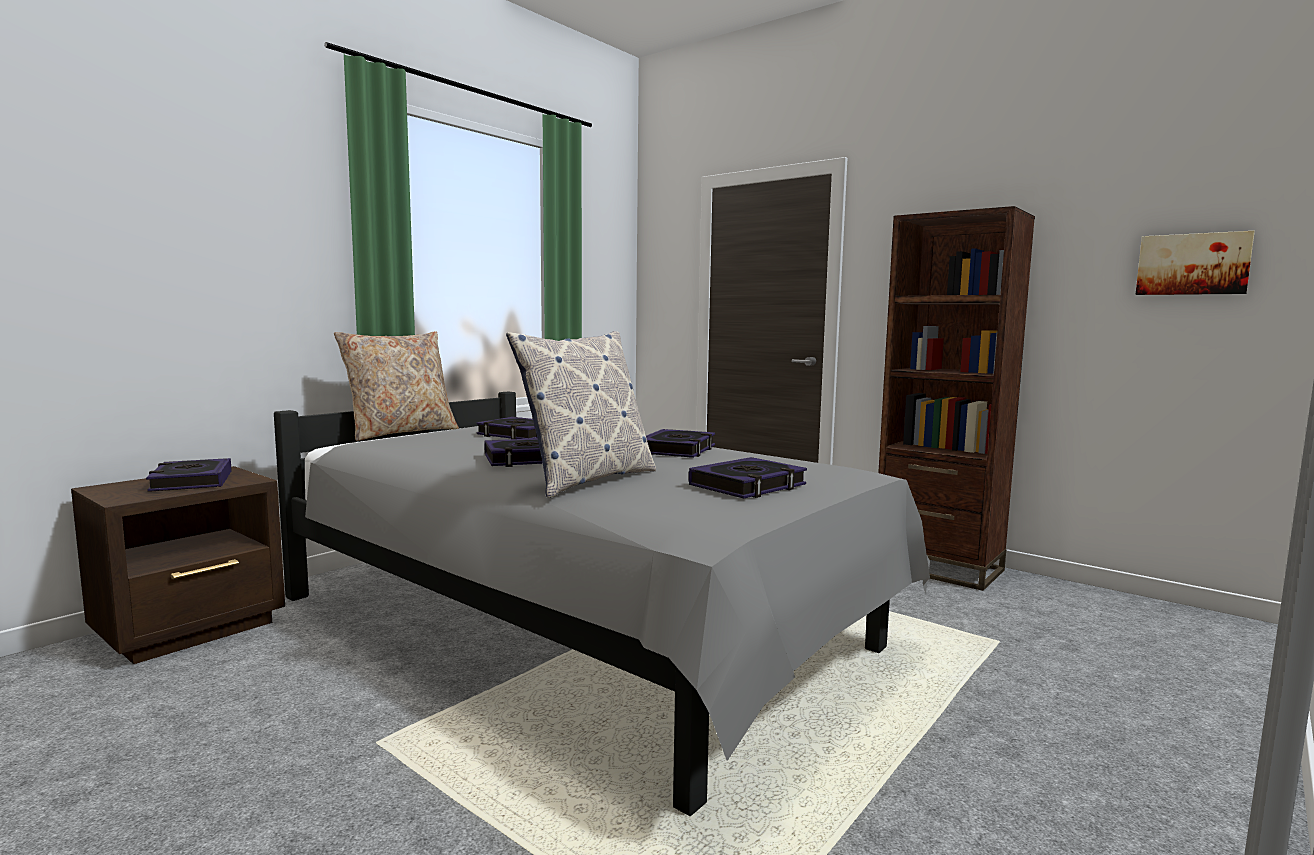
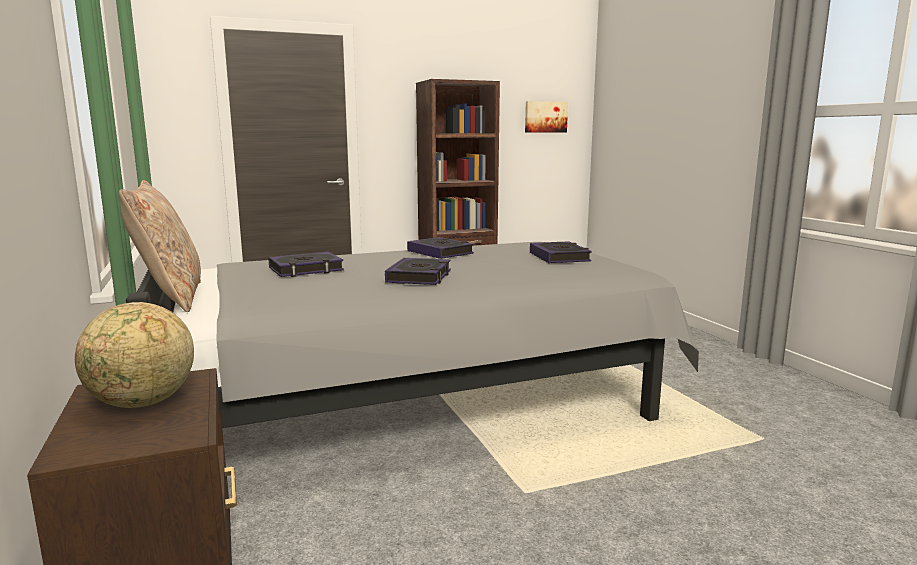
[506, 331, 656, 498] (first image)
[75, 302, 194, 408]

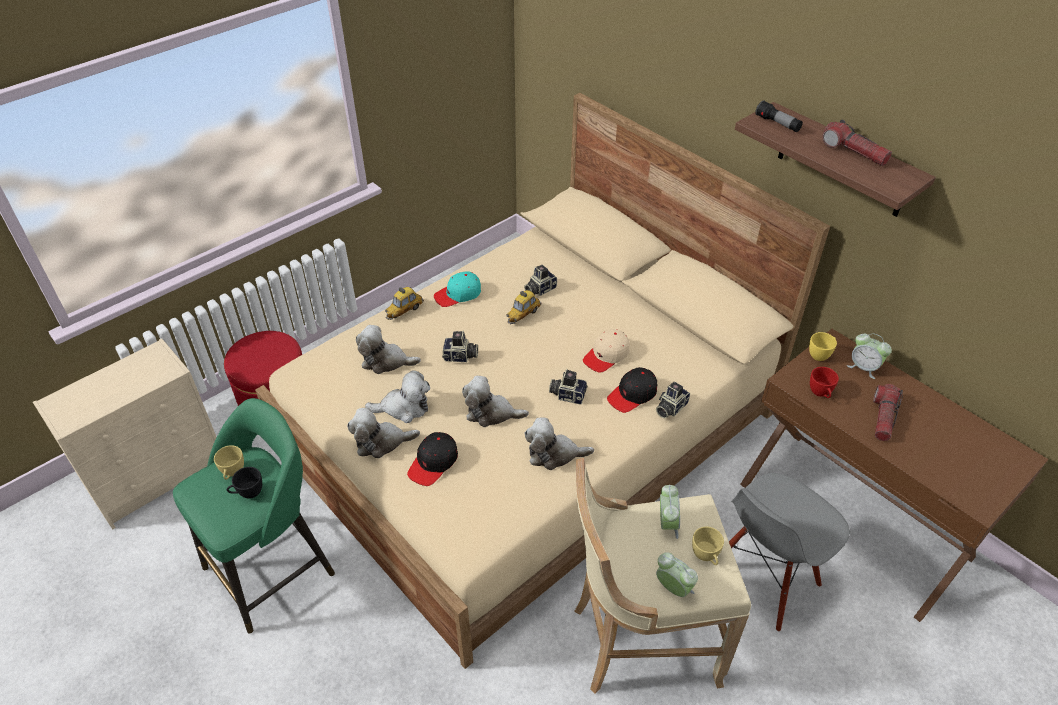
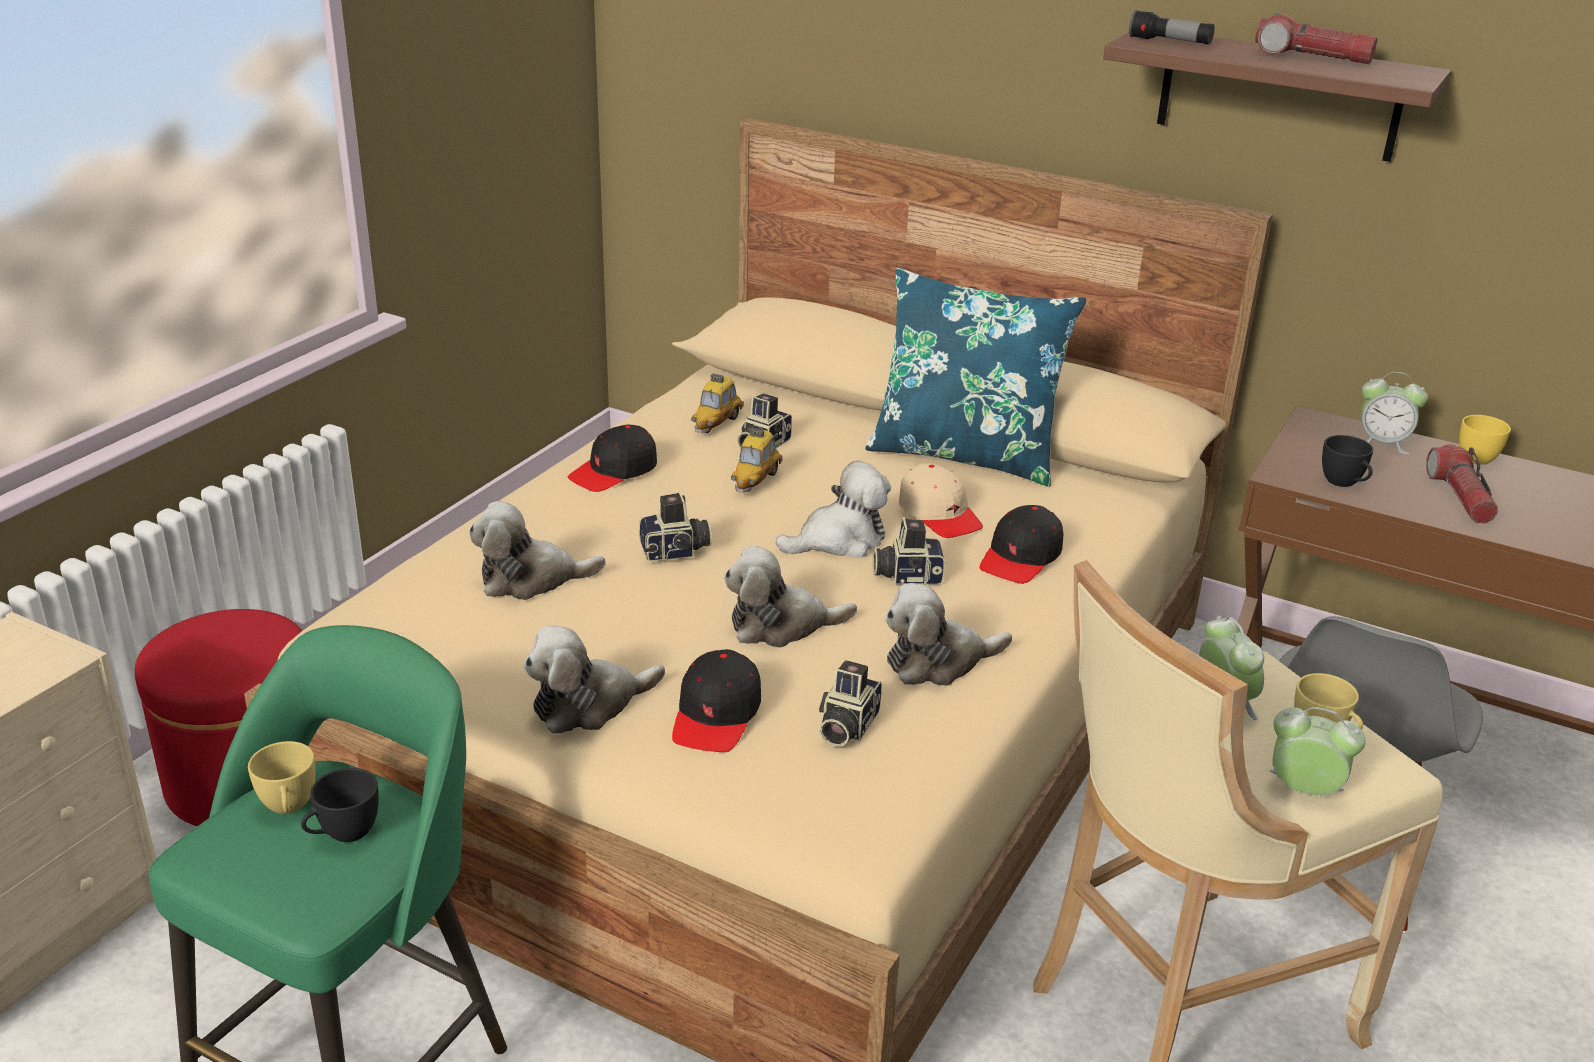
[568, 425, 657, 492]
[691, 374, 744, 433]
[899, 463, 983, 538]
[1459, 415, 1511, 465]
[1322, 435, 1373, 487]
[776, 461, 891, 558]
[819, 660, 882, 747]
[865, 268, 1087, 487]

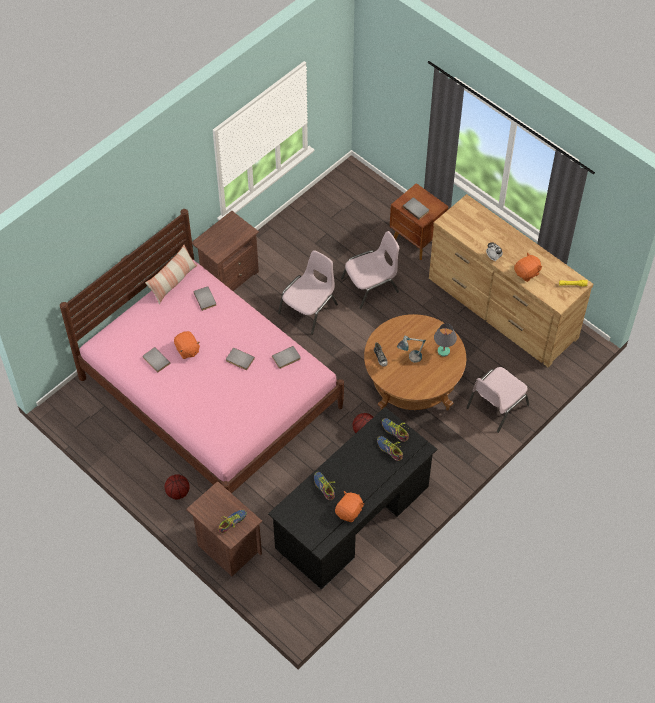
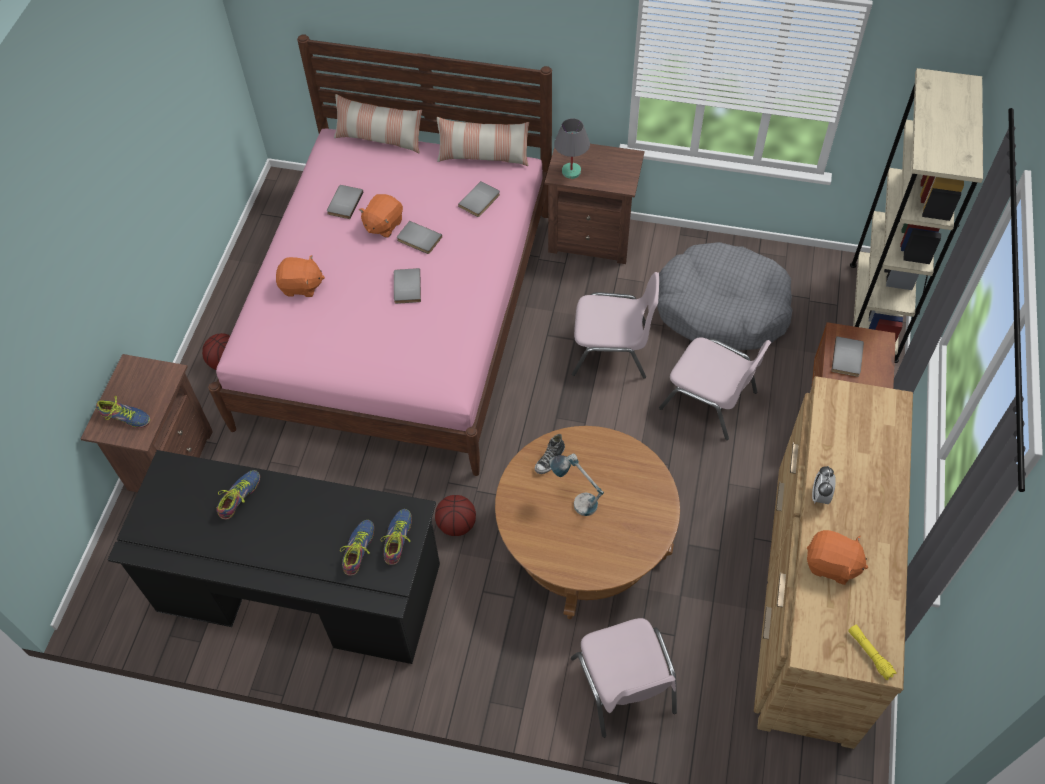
[554, 118, 590, 179]
[397, 221, 442, 254]
[571, 618, 677, 738]
[276, 255, 325, 297]
[850, 68, 983, 363]
[334, 94, 422, 153]
[657, 242, 793, 350]

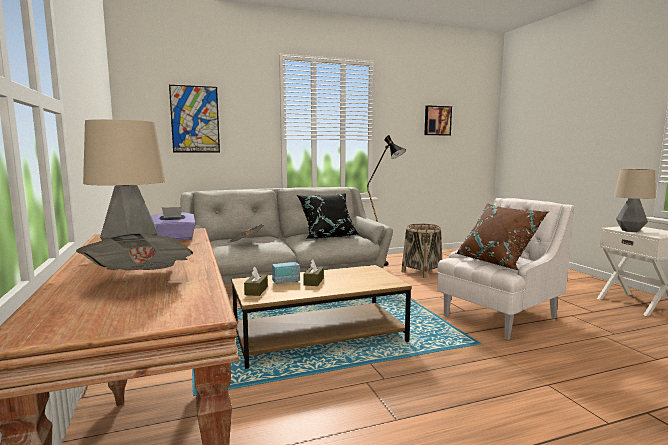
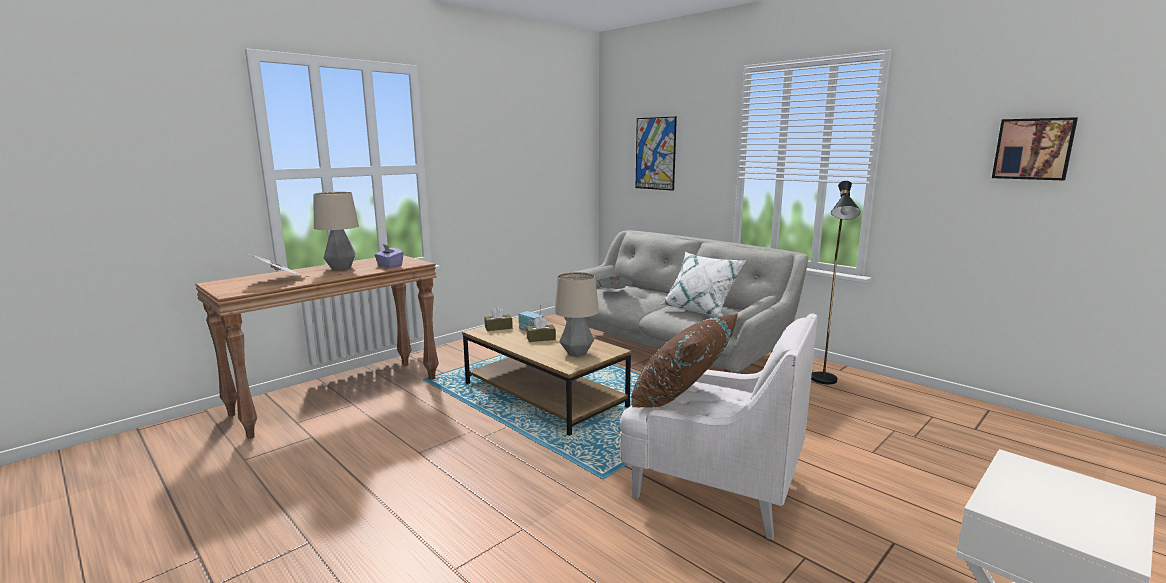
[554, 272, 599, 357]
[661, 252, 746, 317]
[402, 224, 442, 278] (first image)

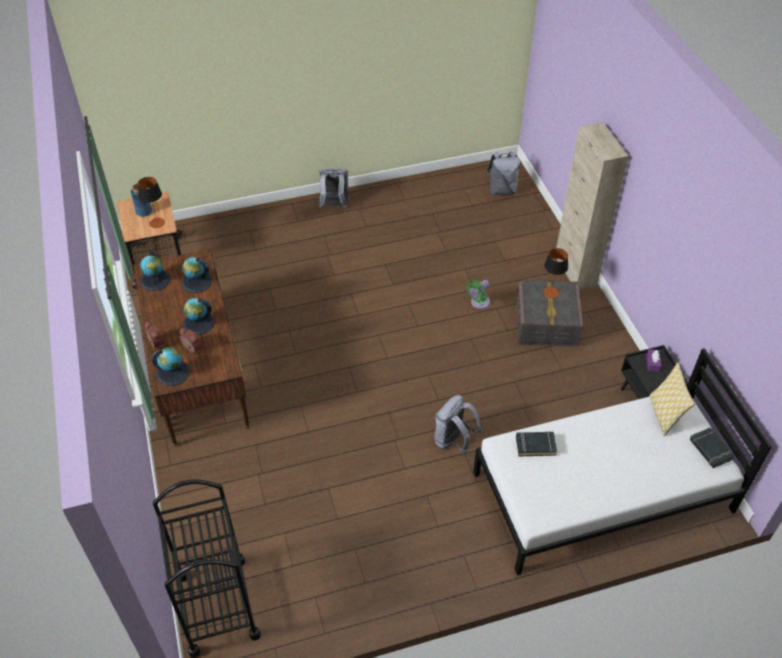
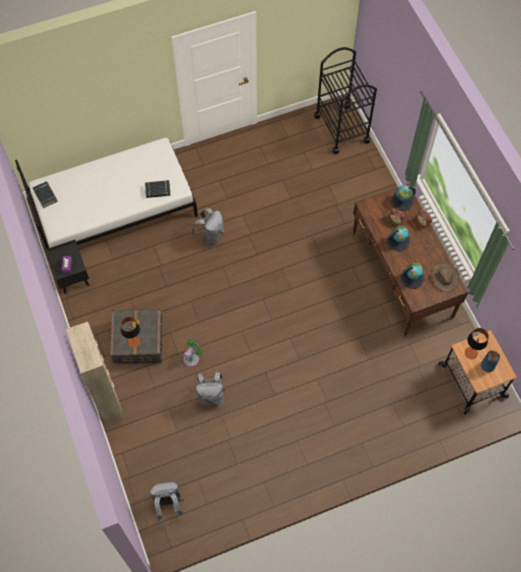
[195, 372, 226, 406]
[432, 263, 459, 292]
[650, 363, 695, 436] (first image)

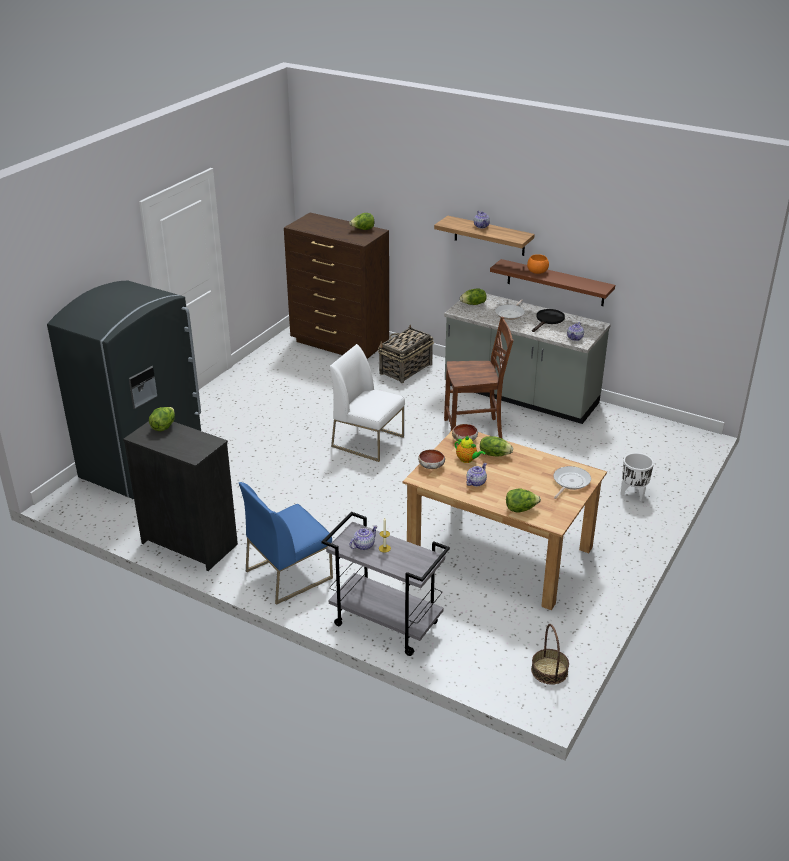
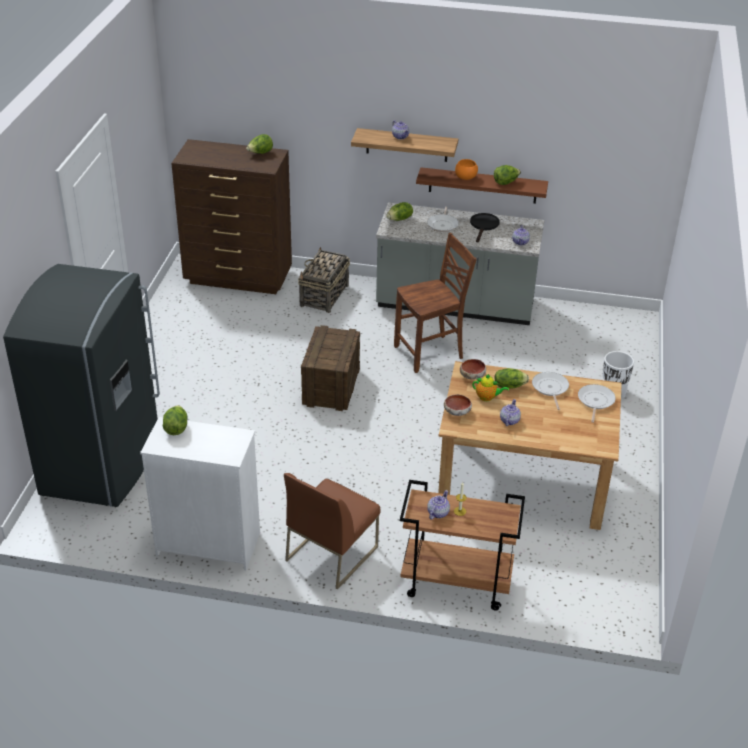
[301, 325, 360, 411]
[140, 417, 260, 570]
[284, 473, 380, 590]
[494, 165, 521, 185]
[400, 480, 525, 611]
[531, 624, 569, 685] (first image)
[532, 372, 569, 410]

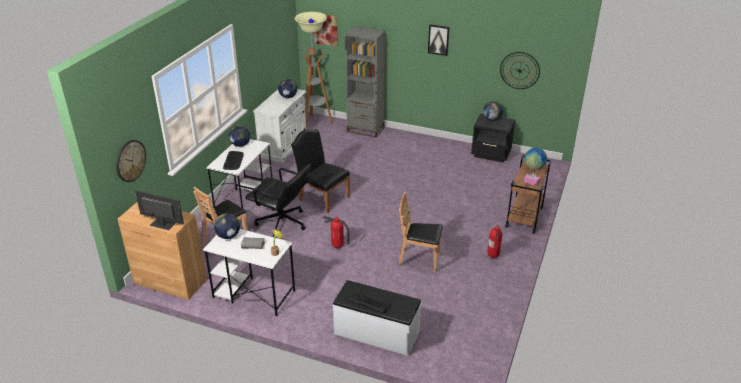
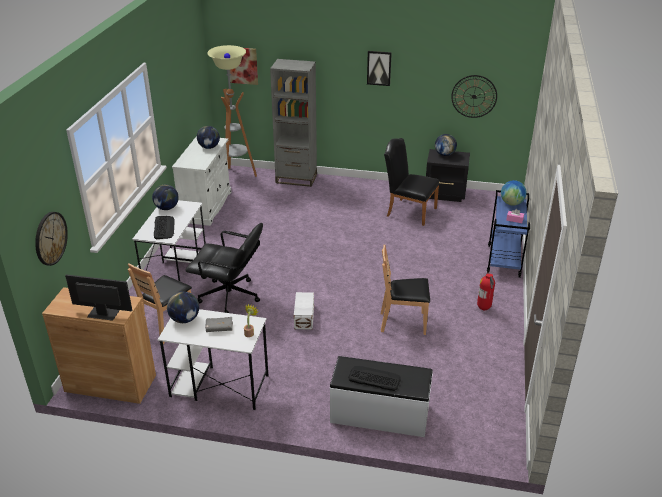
[384, 138, 439, 226]
[487, 190, 530, 278]
[294, 292, 314, 330]

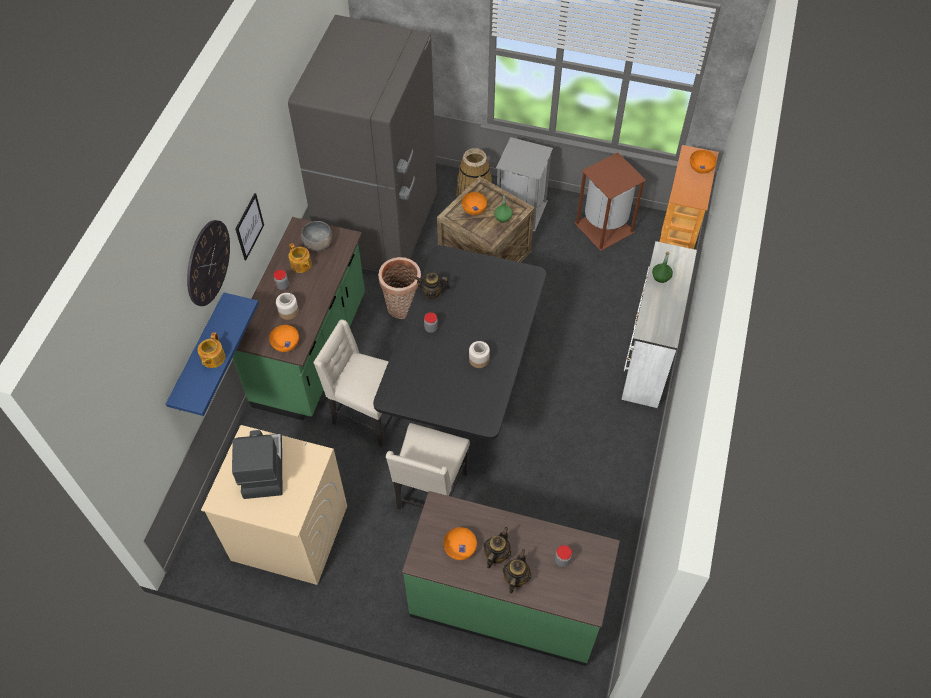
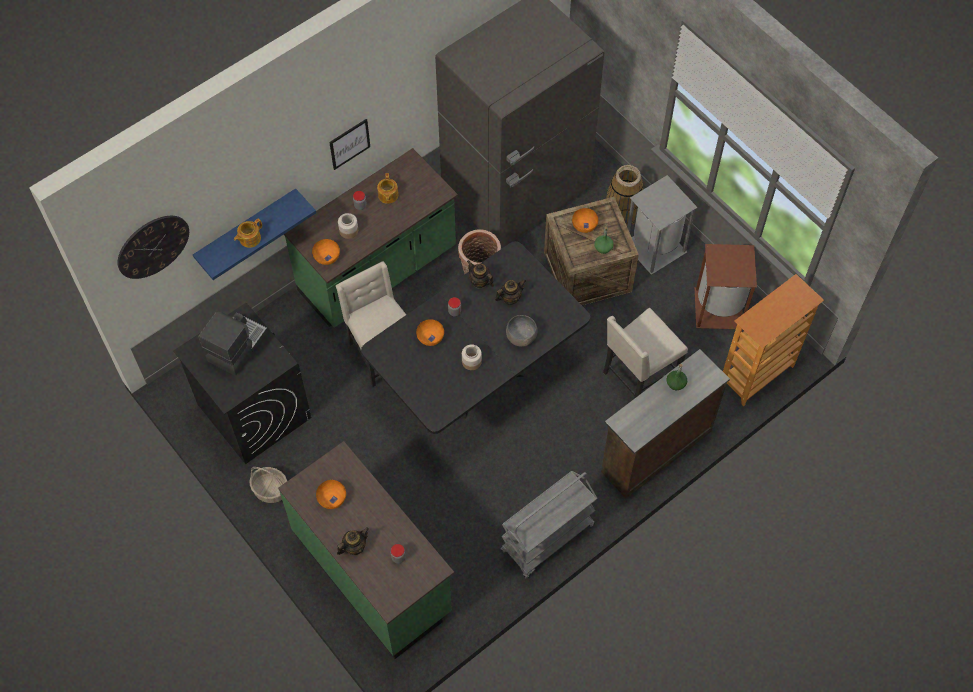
[416, 319, 444, 346]
[117, 216, 189, 279]
[506, 315, 538, 347]
[601, 349, 730, 498]
[603, 308, 688, 399]
[173, 303, 311, 464]
[495, 279, 526, 305]
[249, 467, 287, 503]
[501, 471, 597, 578]

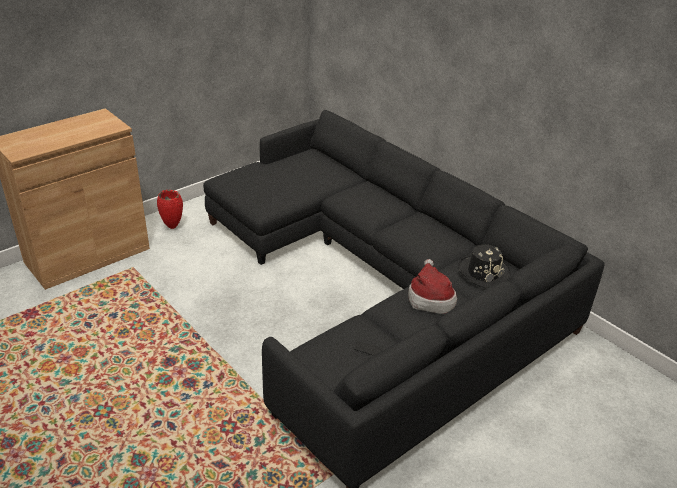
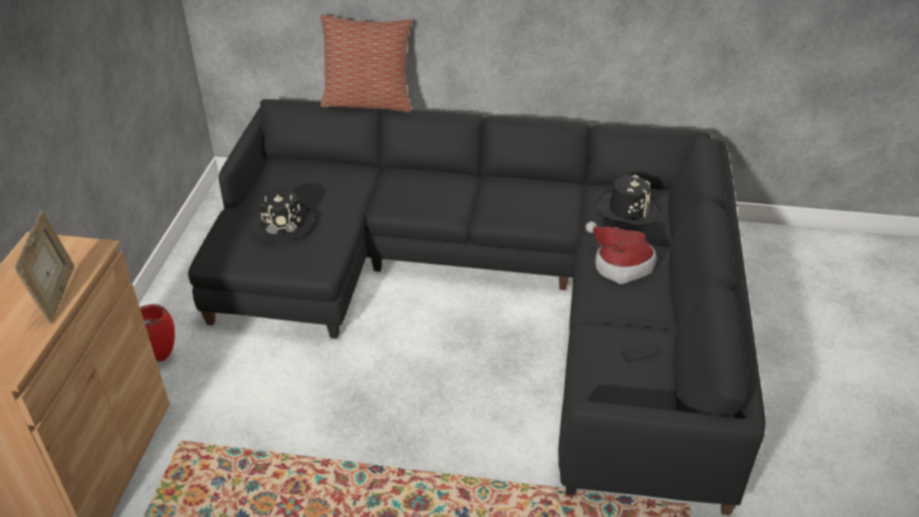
[320, 15, 412, 113]
[250, 189, 313, 242]
[14, 210, 74, 324]

